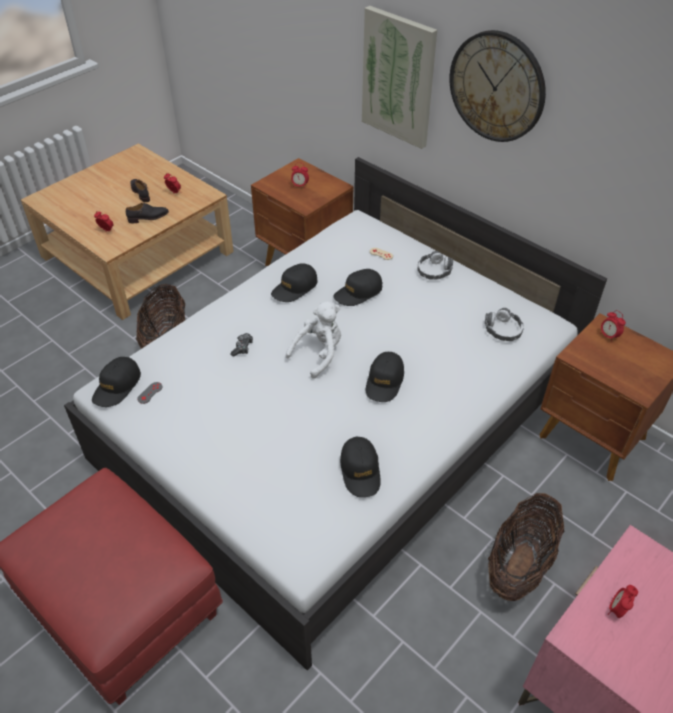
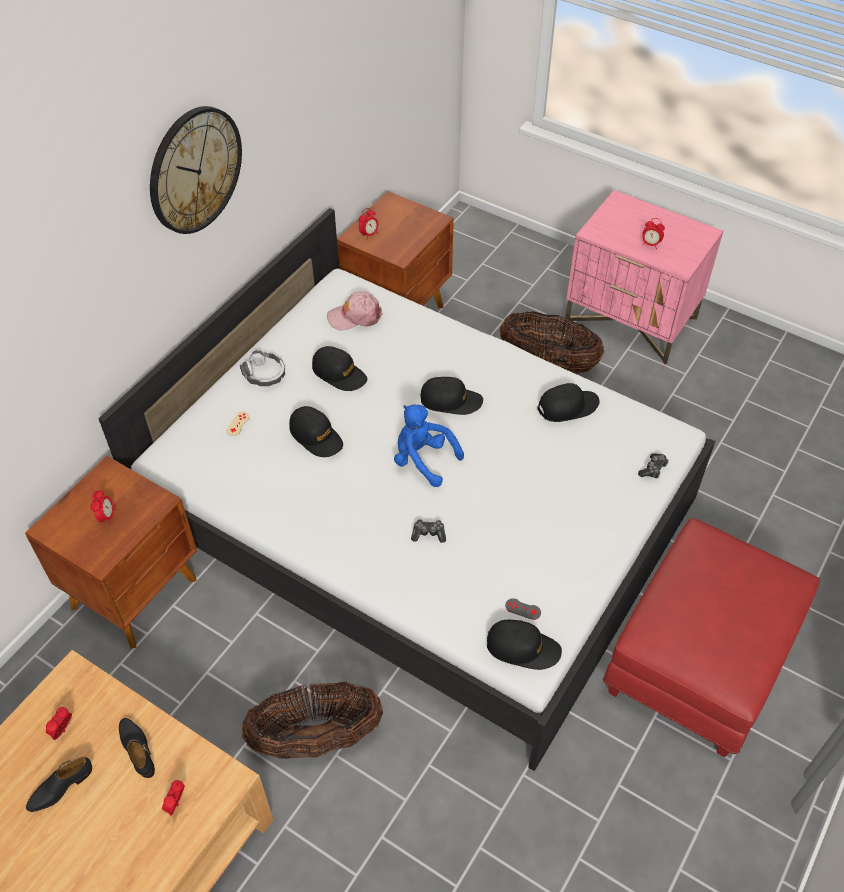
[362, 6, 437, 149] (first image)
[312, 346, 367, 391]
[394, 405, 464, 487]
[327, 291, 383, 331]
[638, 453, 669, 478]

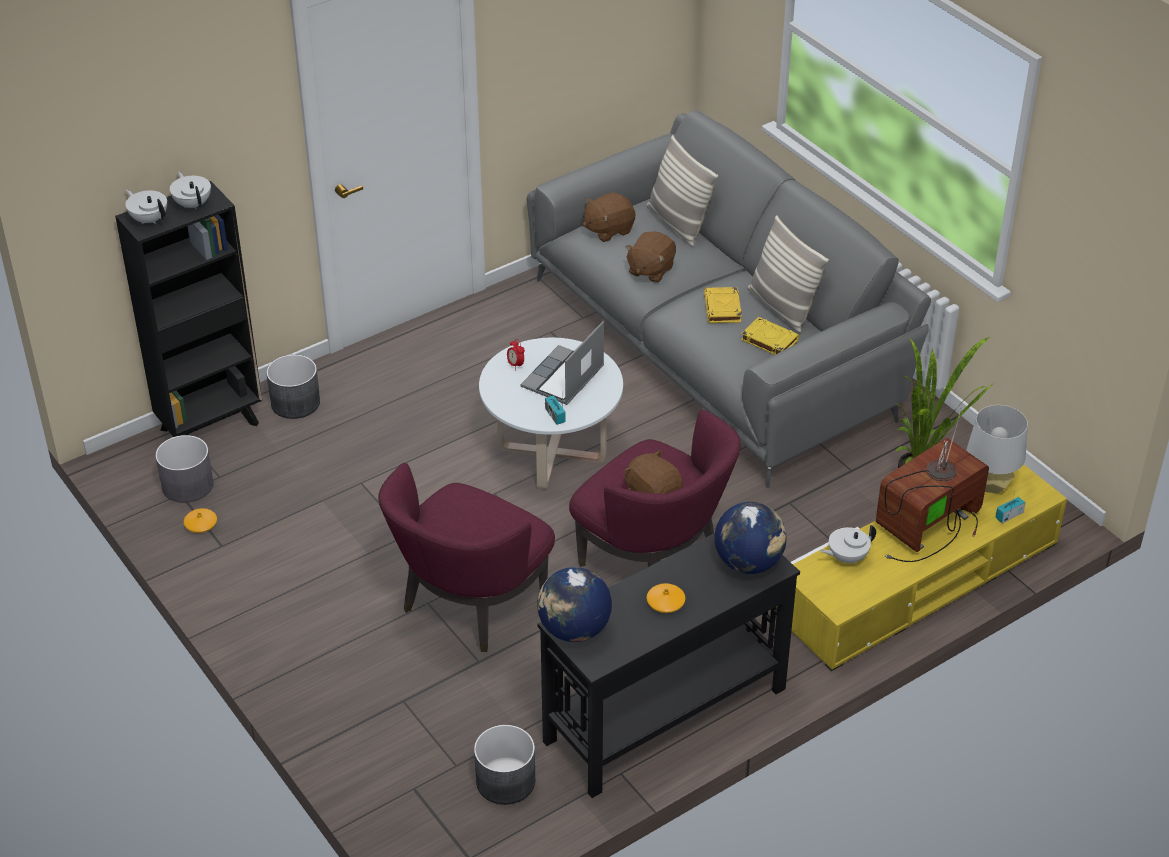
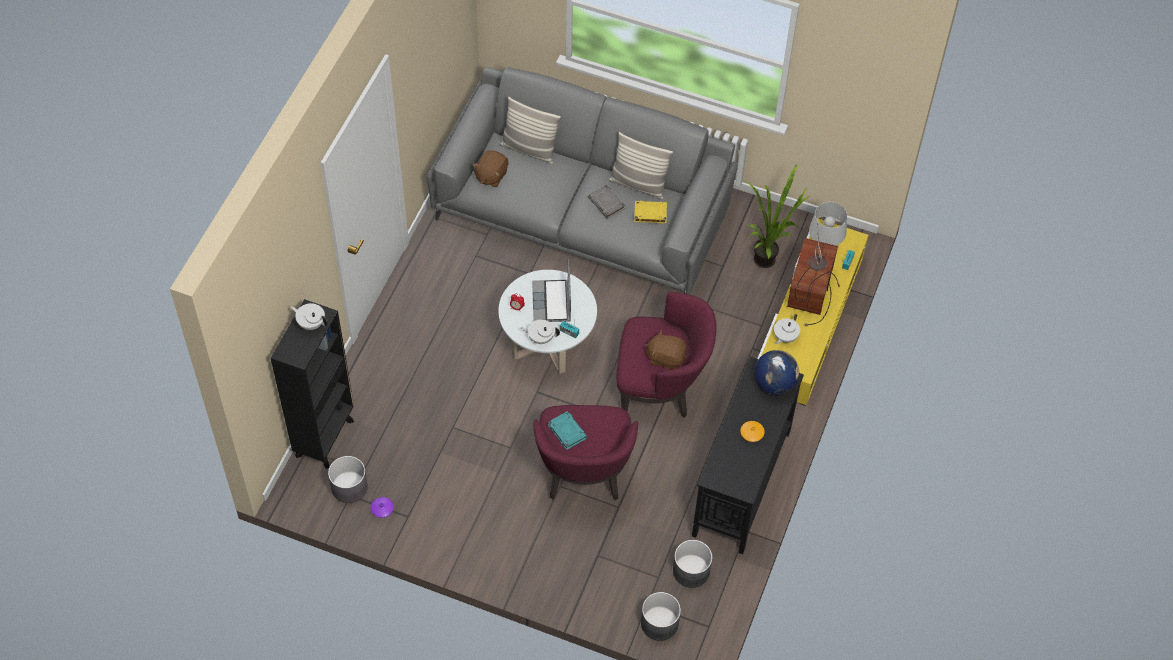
[520, 319, 560, 344]
[625, 231, 676, 283] (first image)
[588, 185, 625, 219]
[641, 592, 681, 641]
[371, 497, 394, 518]
[537, 567, 612, 642] (first image)
[548, 411, 587, 450]

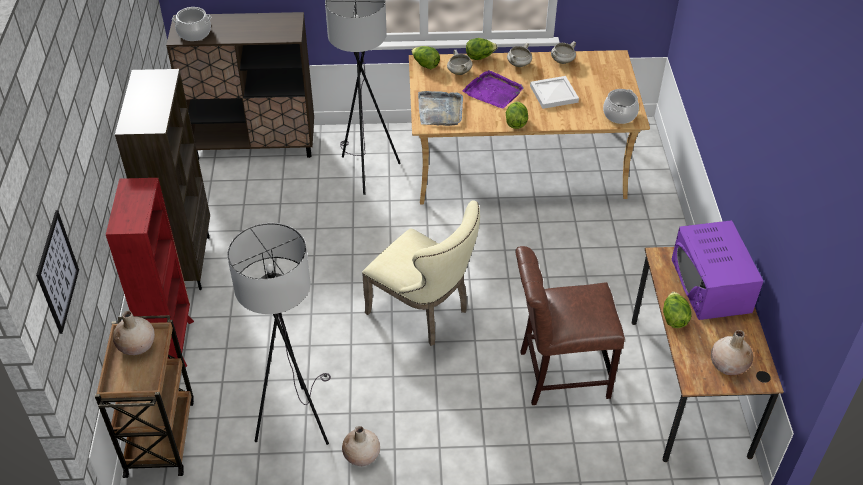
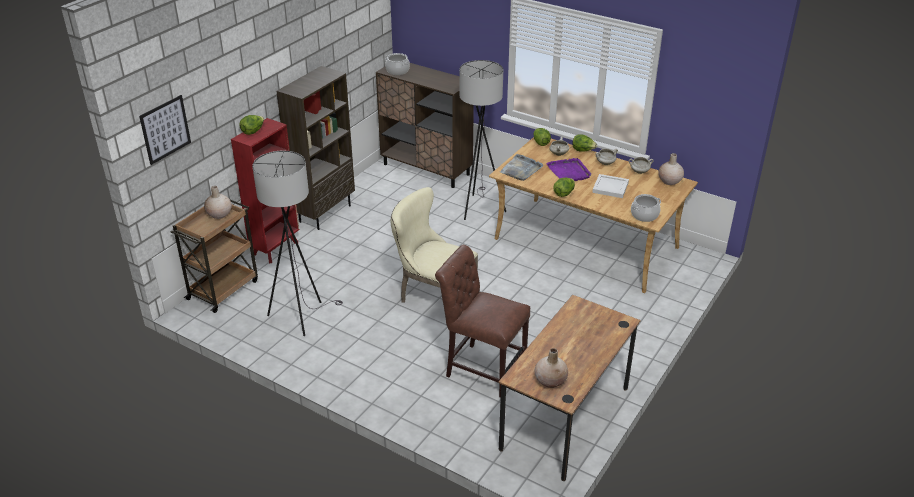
[391, 187, 478, 302]
[671, 220, 763, 320] (first image)
[239, 115, 264, 135]
[658, 153, 684, 185]

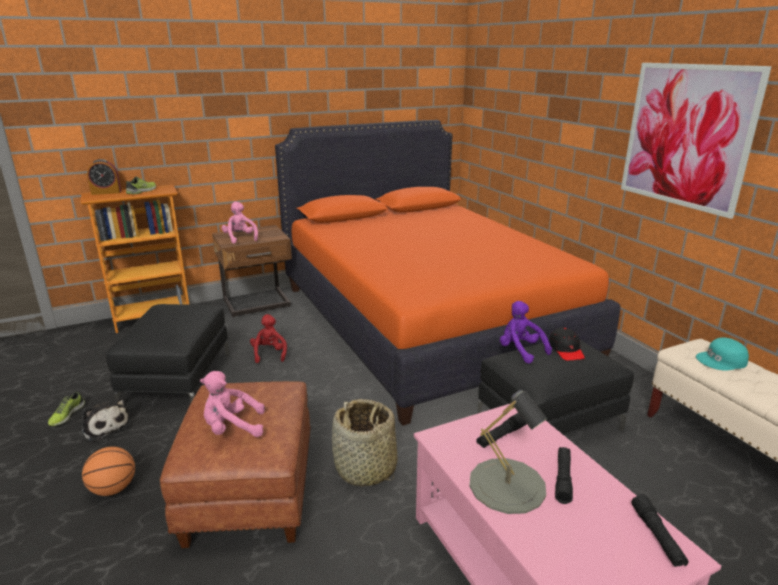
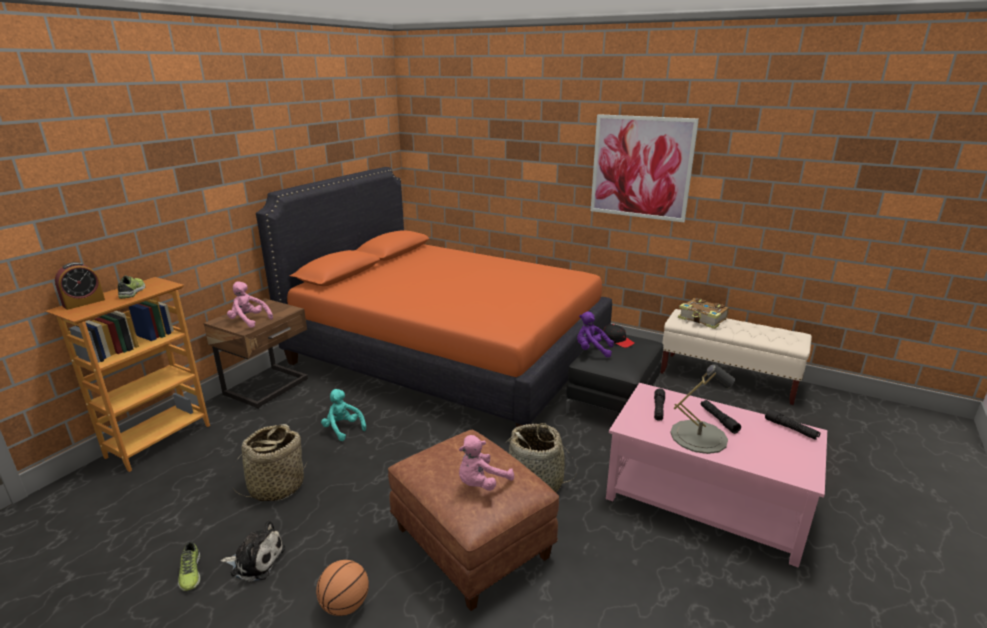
[233, 424, 308, 501]
[321, 389, 366, 441]
[678, 298, 729, 329]

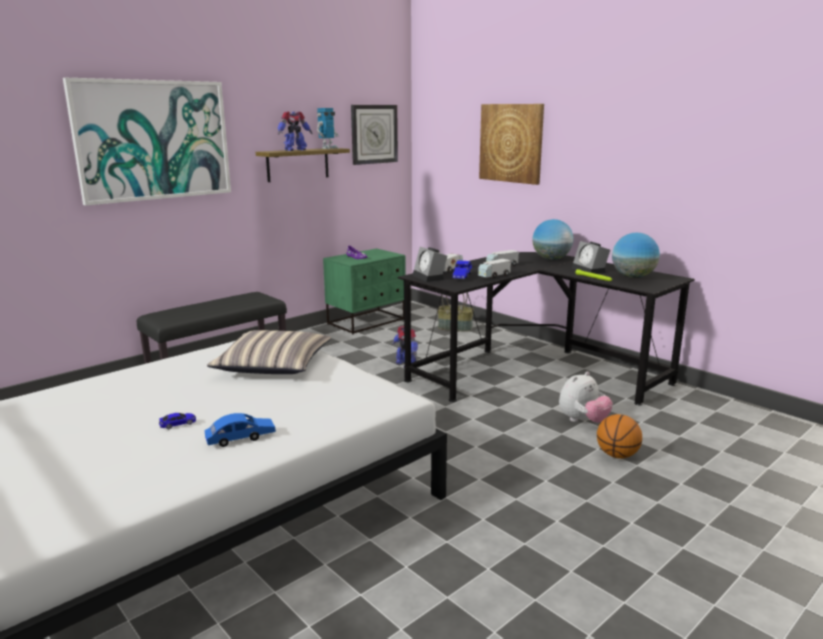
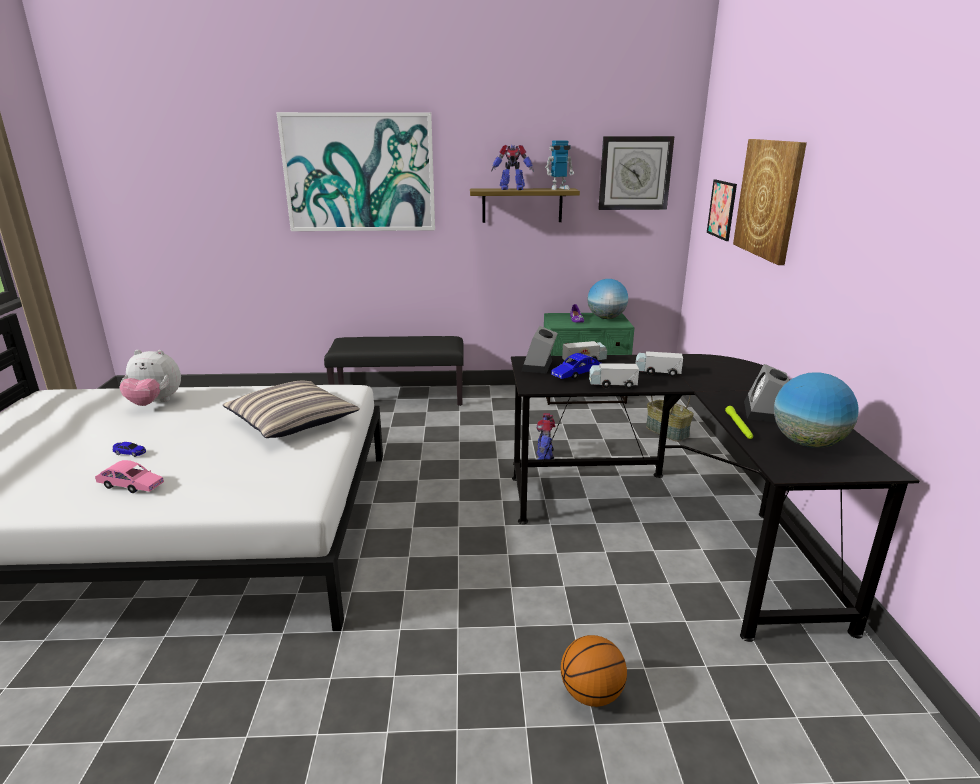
[588, 279, 628, 319]
[119, 350, 181, 406]
[95, 460, 164, 493]
[707, 180, 737, 241]

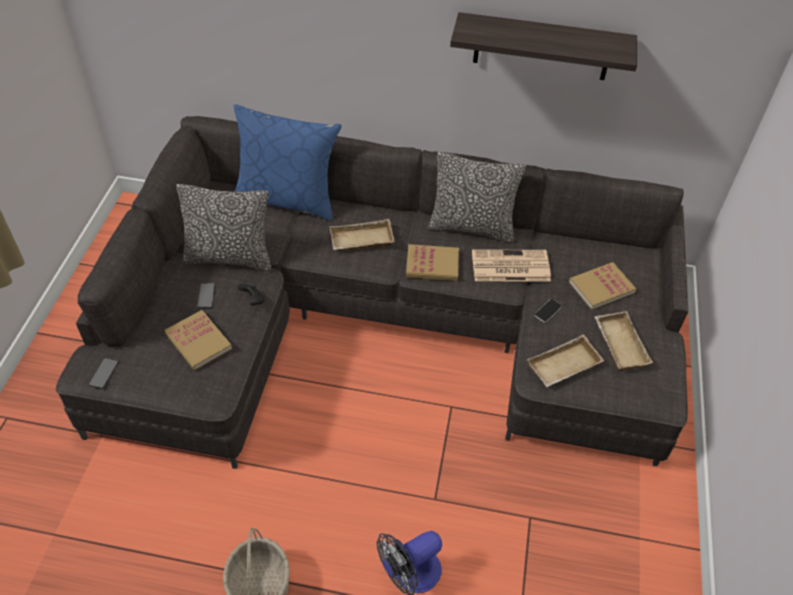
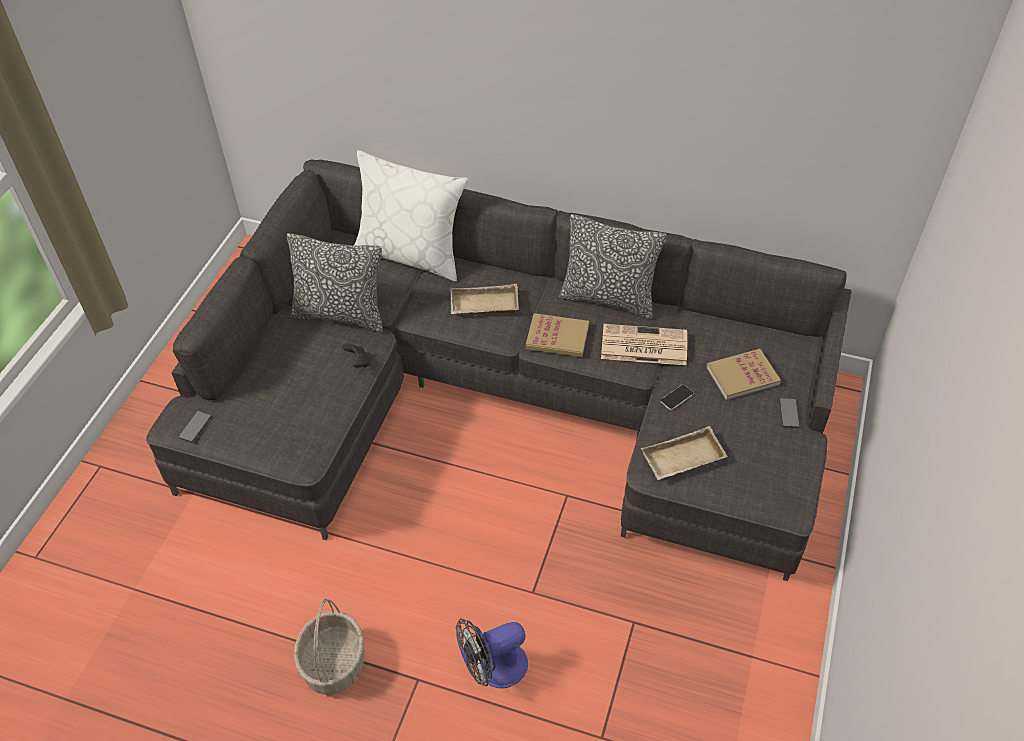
[450, 12, 637, 80] (first image)
[353, 150, 468, 282]
[780, 398, 800, 428]
[165, 310, 232, 370] (first image)
[594, 311, 653, 370] (first image)

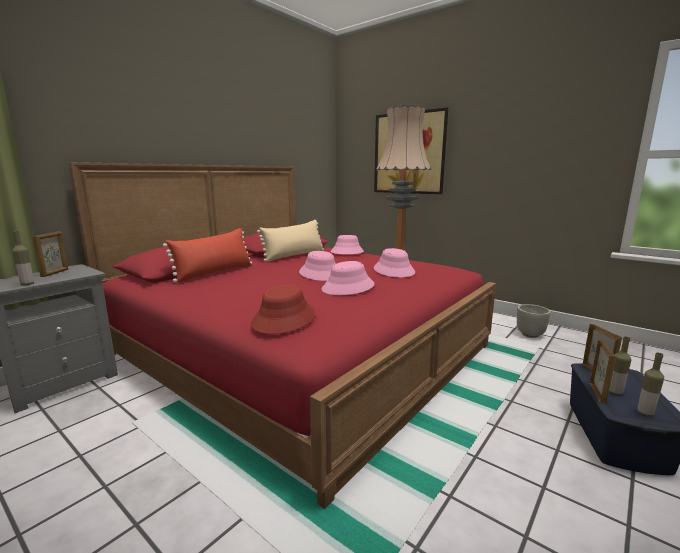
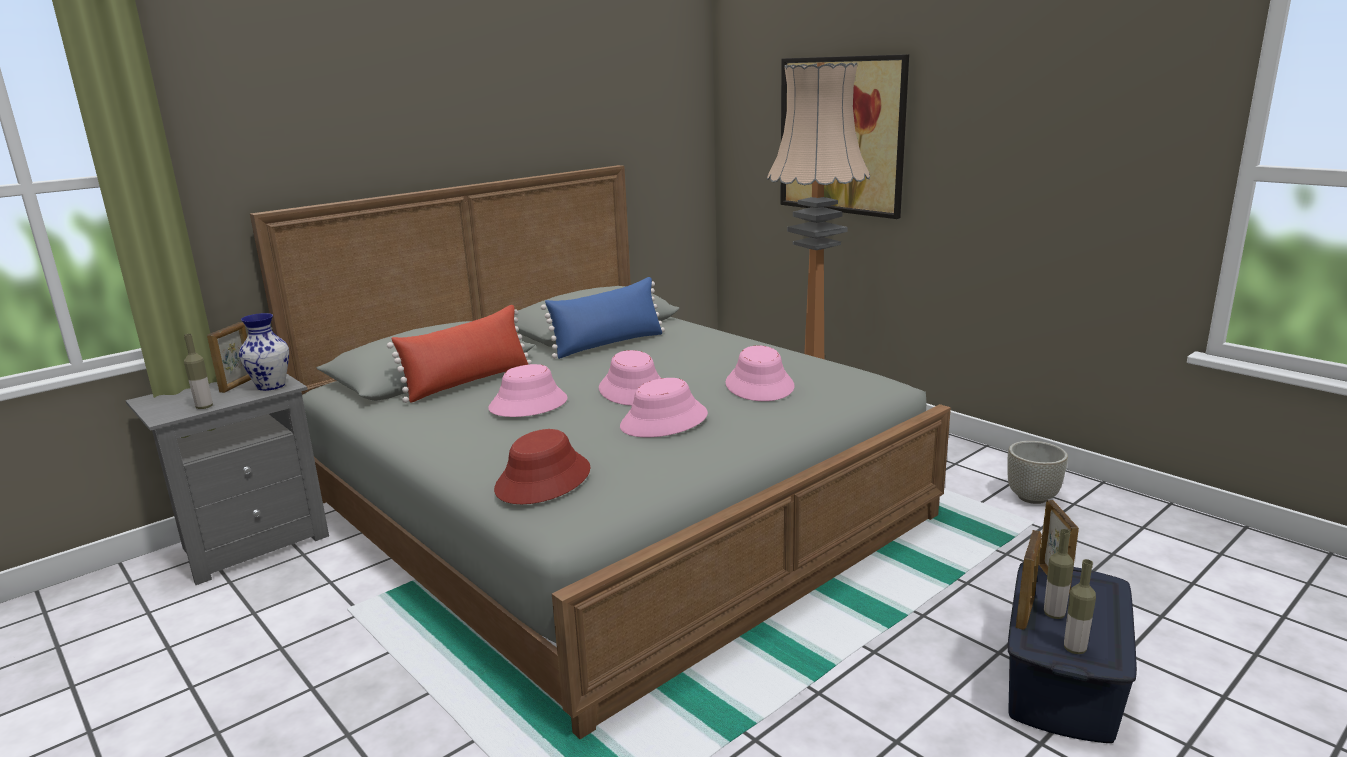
[250, 165, 951, 739]
[541, 277, 665, 359]
[488, 364, 568, 417]
[239, 313, 289, 391]

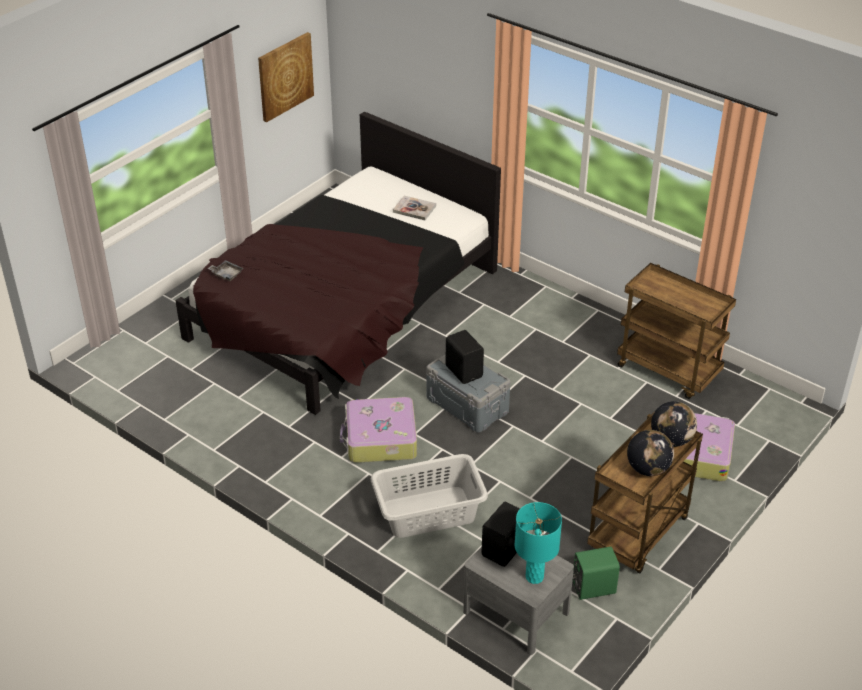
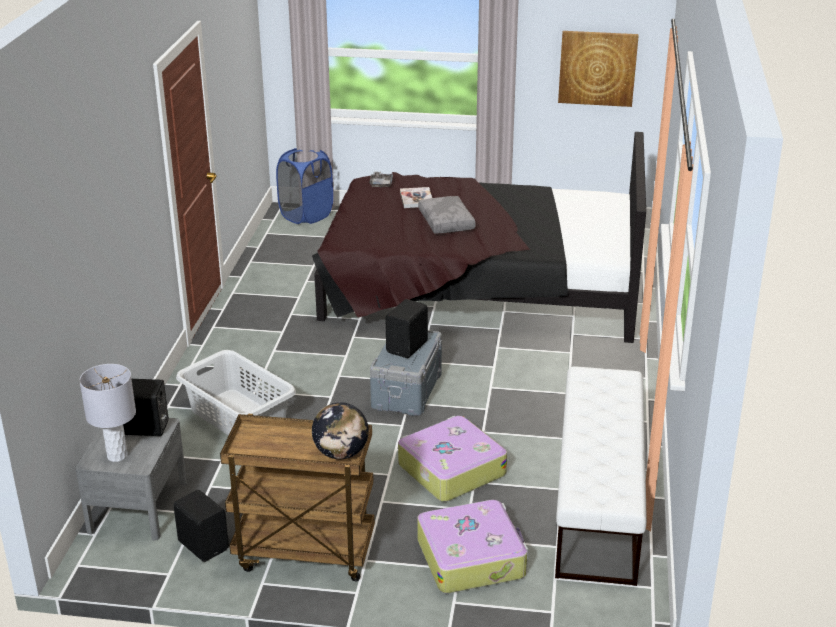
[400, 187, 432, 208]
[555, 367, 647, 586]
[398, 416, 507, 502]
[627, 430, 674, 476] (first image)
[79, 364, 136, 462]
[173, 490, 229, 562]
[276, 148, 333, 224]
[418, 196, 476, 234]

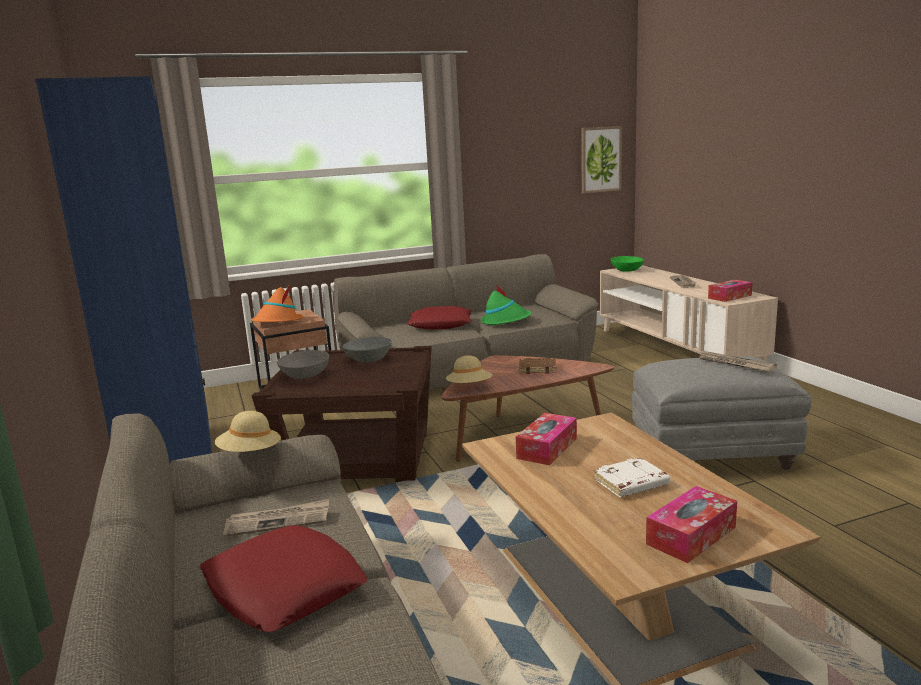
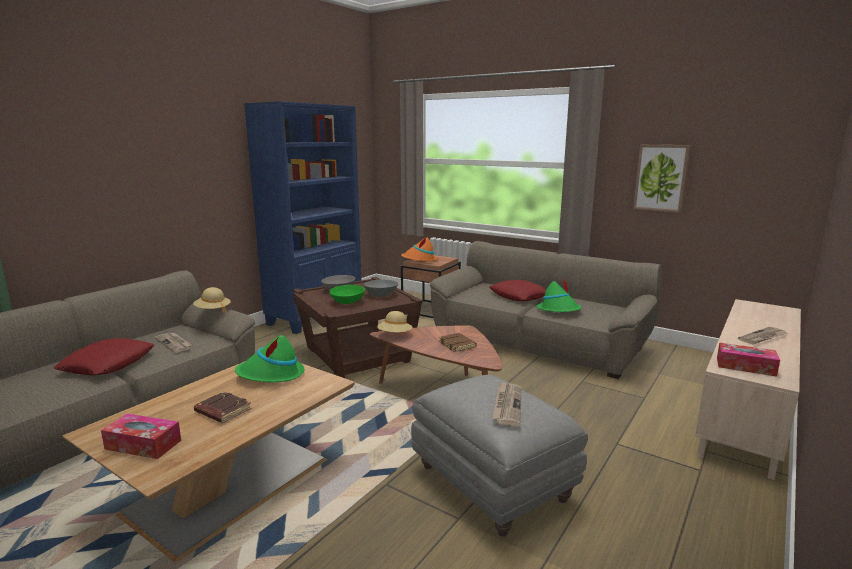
[633, 145, 690, 212]
[329, 285, 365, 304]
[235, 335, 304, 382]
[194, 391, 252, 423]

